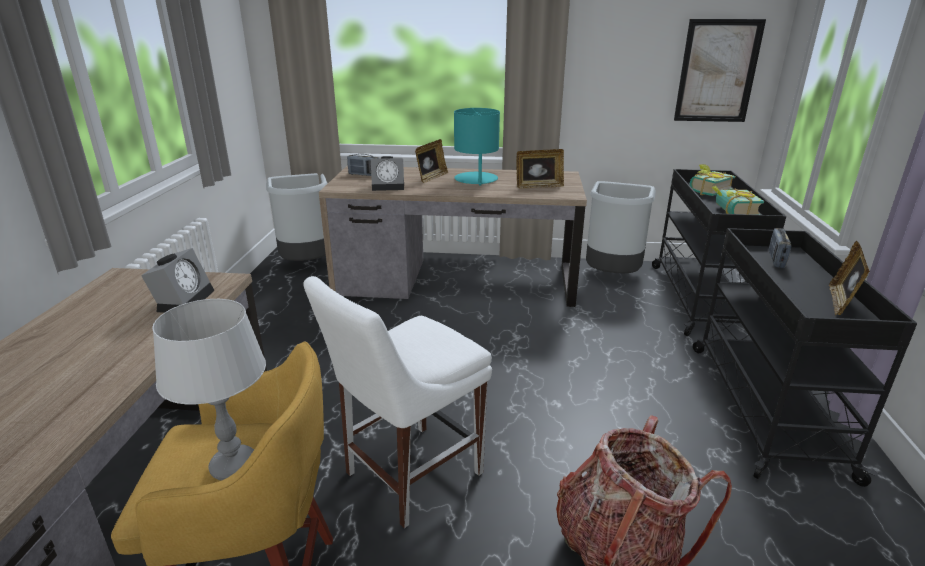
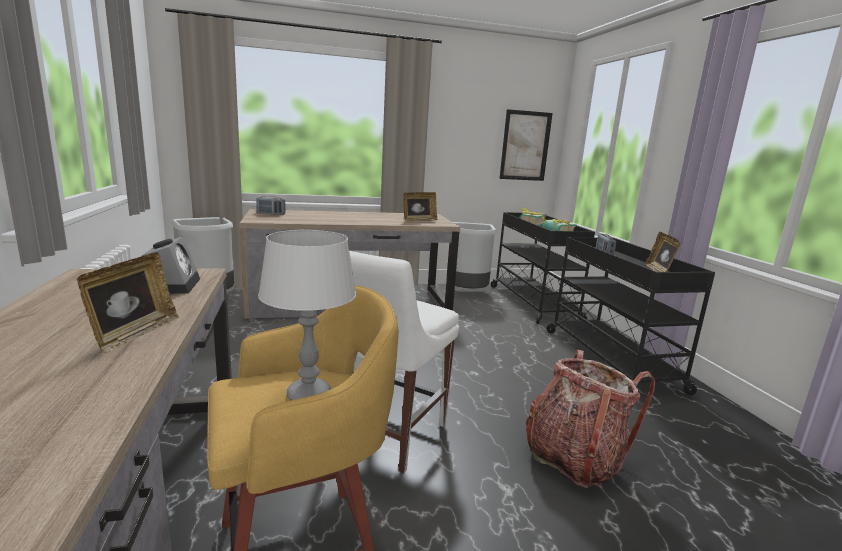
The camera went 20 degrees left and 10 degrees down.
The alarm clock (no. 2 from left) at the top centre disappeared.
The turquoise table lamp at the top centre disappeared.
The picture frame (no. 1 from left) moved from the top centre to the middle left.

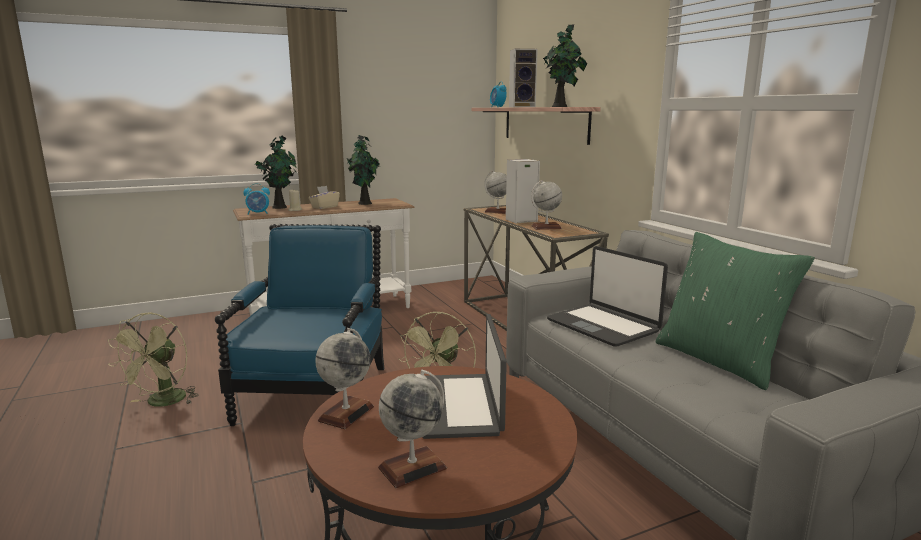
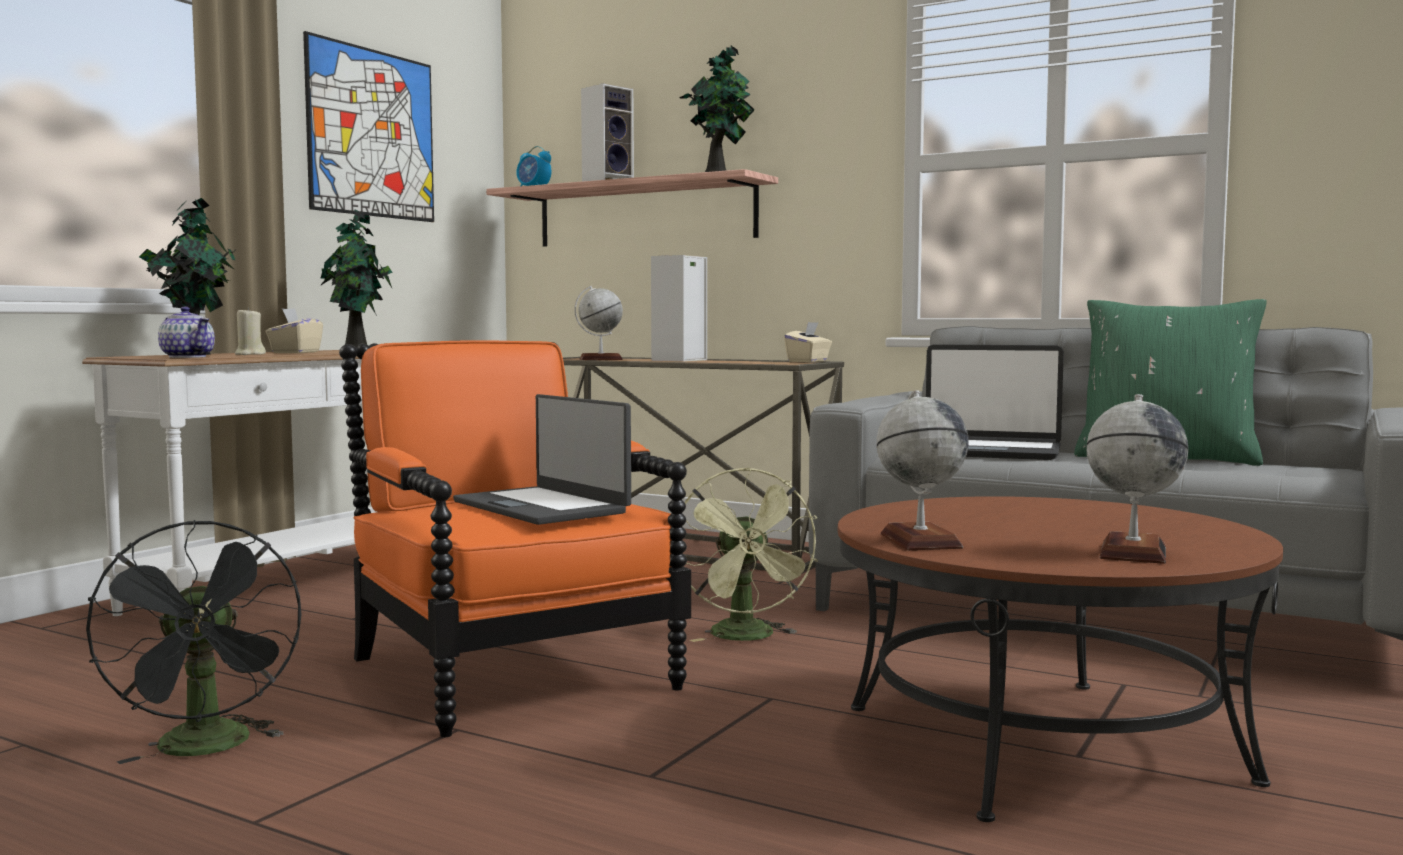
The camera went 35 degrees left and 10 degrees down.
The globe (no. 4 from left) at the centre disappeared.
The picture at the top left appeared.
The beige tissue box (no. 2 from left) at the centre appeared.
The laptop (no. 1 from left) moved from the bottom centre to the centre.
The alarm clock (no. 1 from left) at the middle left was replaced by the teapot at the middle left.
The green fan (no. 1 from left) at the middle left became the black fan at the bottom left.
The blue armchair at the middle left became the orange armchair at the centre.

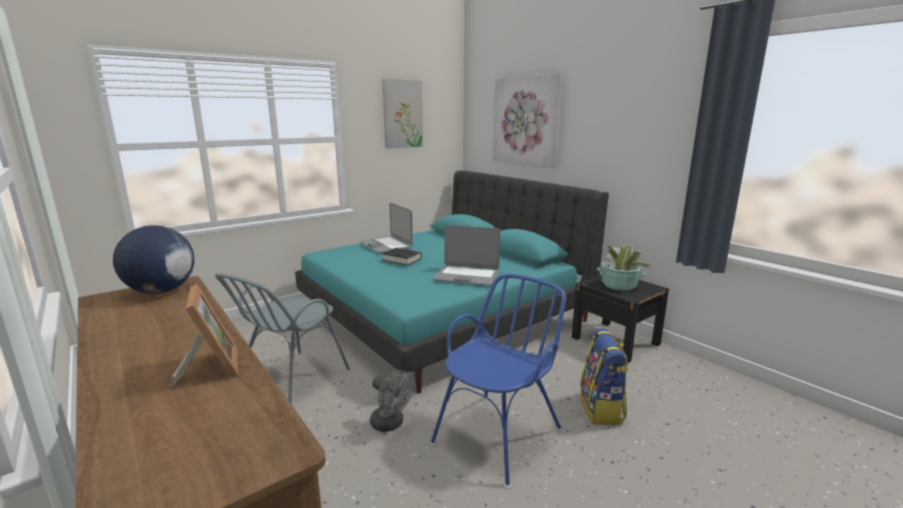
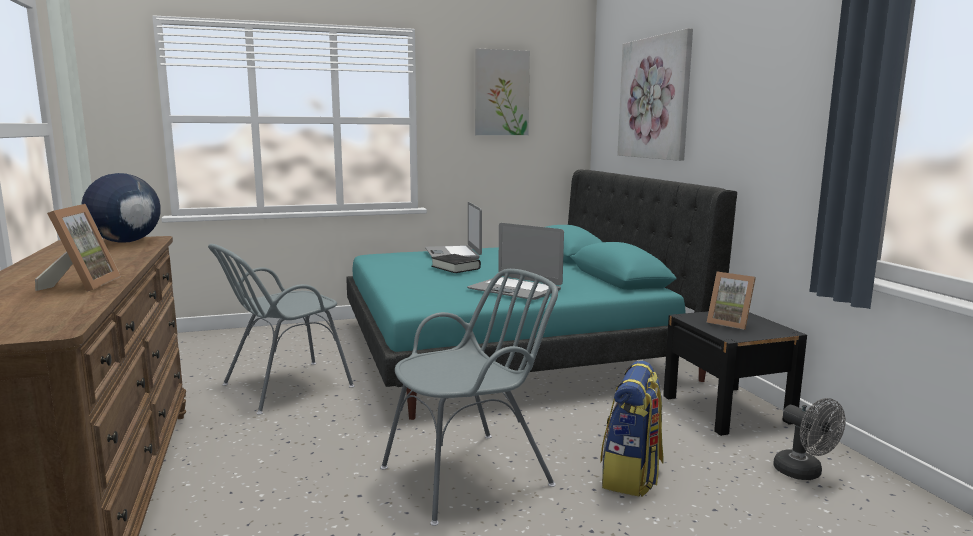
The camera went 20 degrees right and 5 degrees down.
The grey fan moved from the bottom centre to the bottom right.
The potted plant at the middle right was replaced by the picture frame (no. 2 from left) at the middle right.
The blue chair at the bottom centre became the grey chair (no. 2 from left) at the bottom centre.

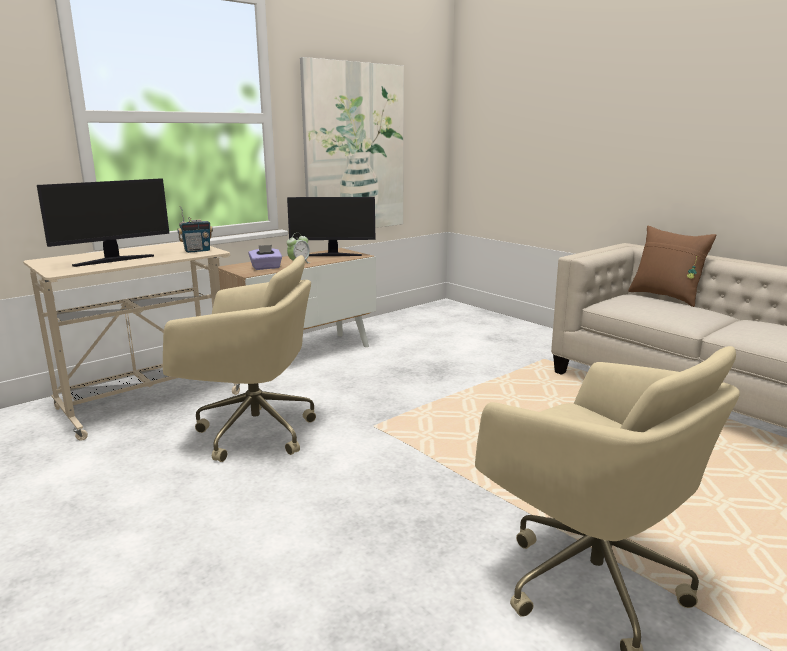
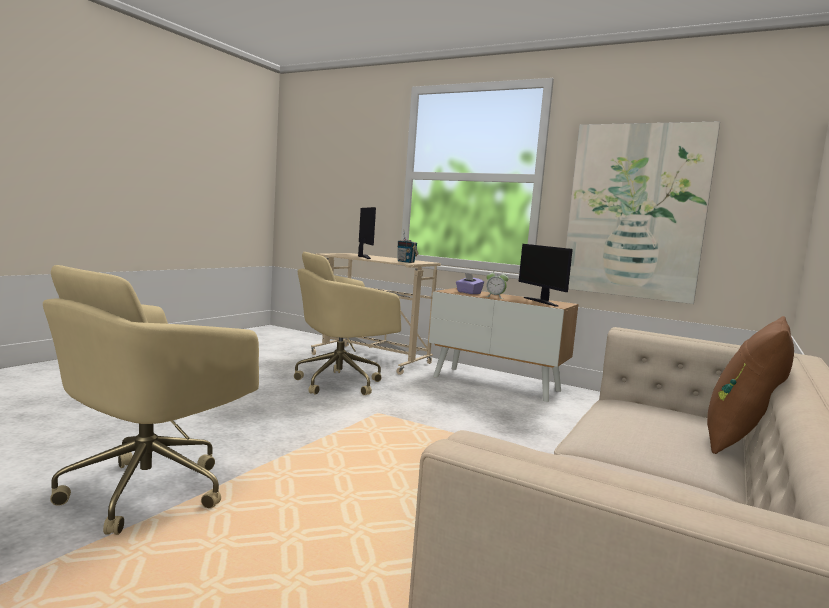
The camera went 70 degrees right and 10 degrees down.
The monitor (no. 1 from left) at the middle left turned 135 degrees counterclockwise.
The beige office chair (no. 1 from left in the first image) at the middle left turned 75 degrees clockwise.

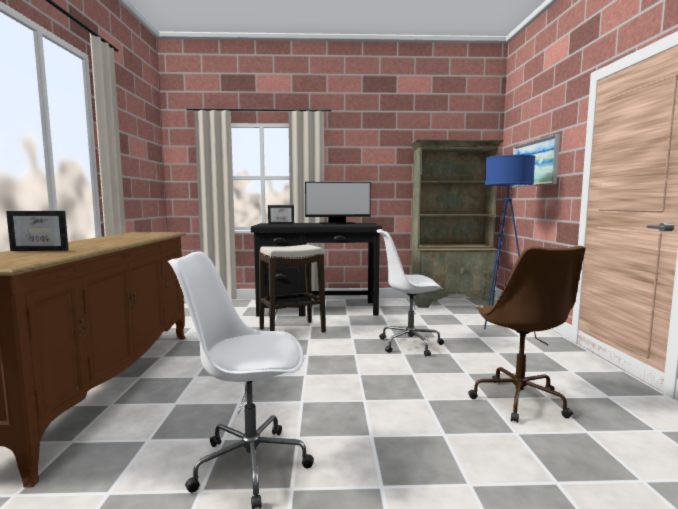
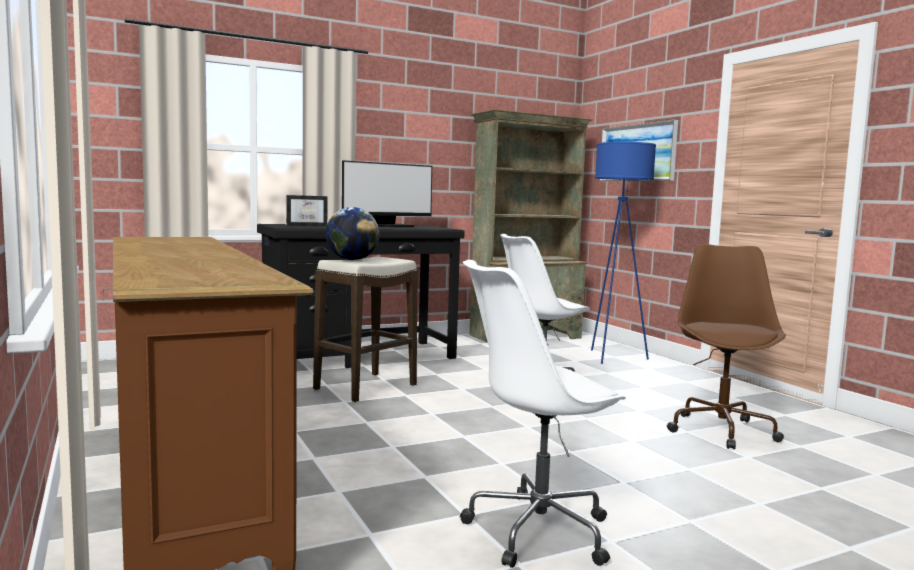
The camera went 25 degrees left and 0 degrees up.
The picture frame (no. 1 from left) at the middle left disappeared.
The globe at the centre appeared.
The brown office chair at the middle right turned 135 degrees counterclockwise.

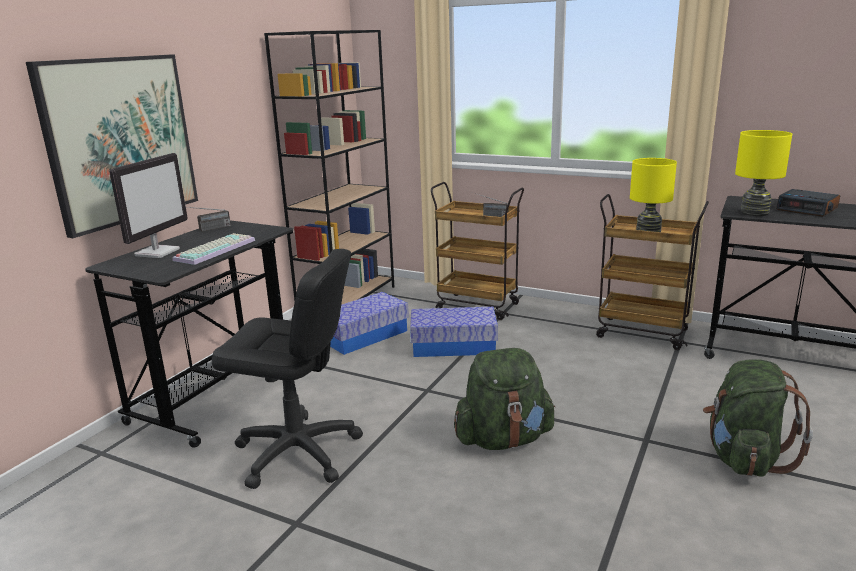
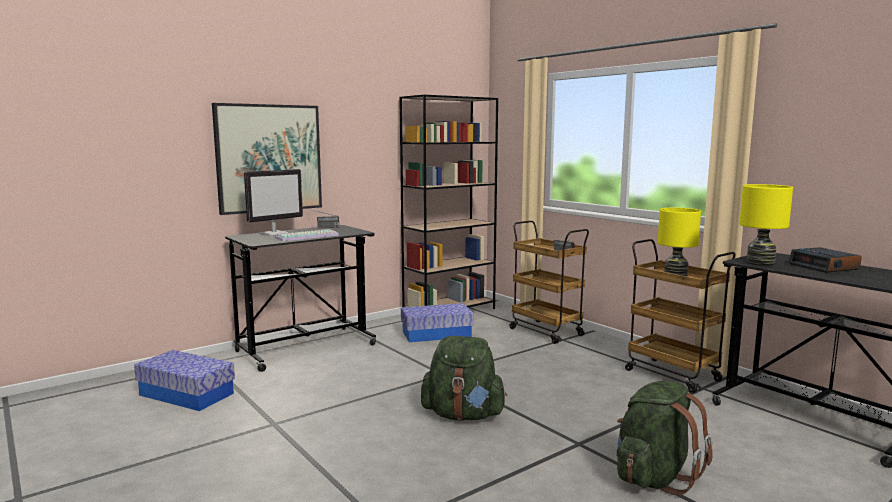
The camera went 25 degrees right and 10 degrees down.
The black office chair at the centre disappeared.
The storage box (no. 2 from left in the first image) moved from the centre to the bottom left.

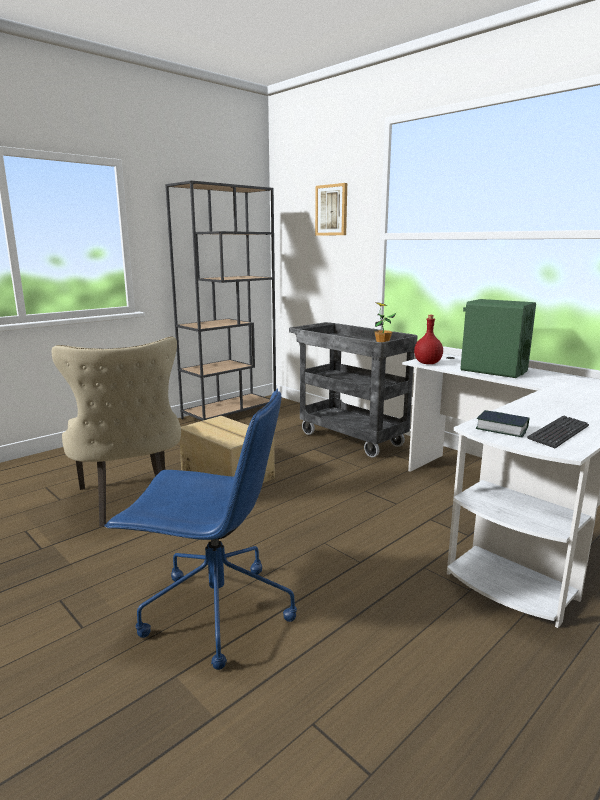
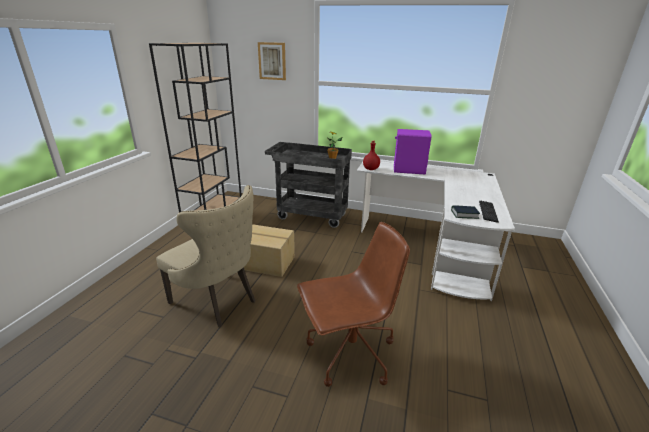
The camera went 30 degrees left and 10 degrees up.
The blue office chair at the centre became the brown office chair at the bottom centre.
The green speaker at the middle right became the purple speaker at the centre.

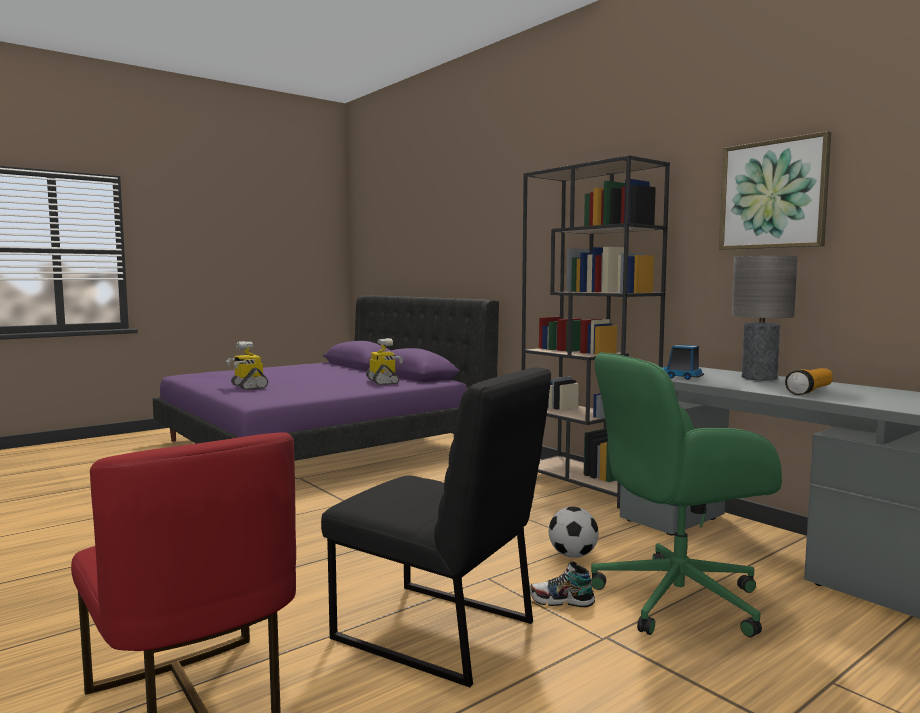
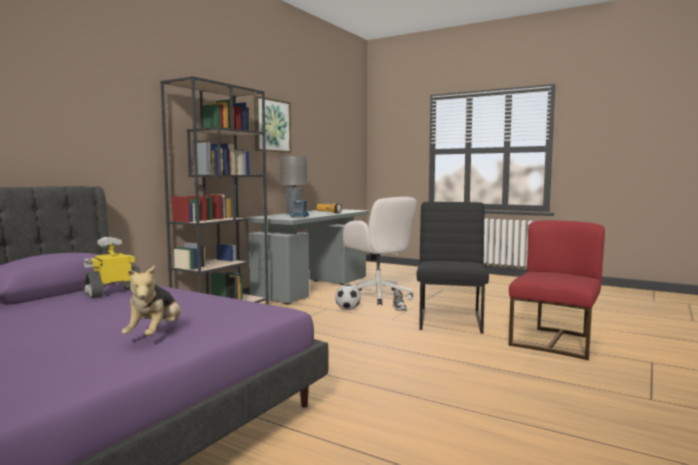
The camera went 110 degrees left and 0 degrees up.
The toy robot (no. 1 from left) at the middle left was replaced by the plush toy at the middle left.
The green office chair at the bottom right became the white office chair at the centre.

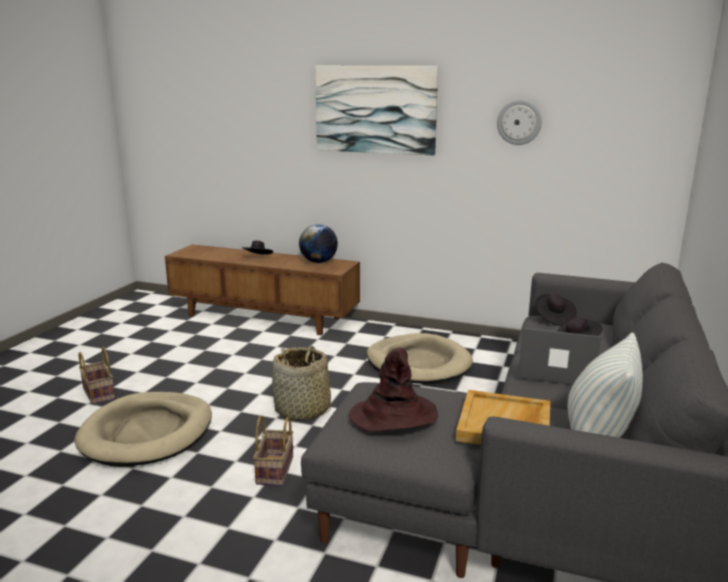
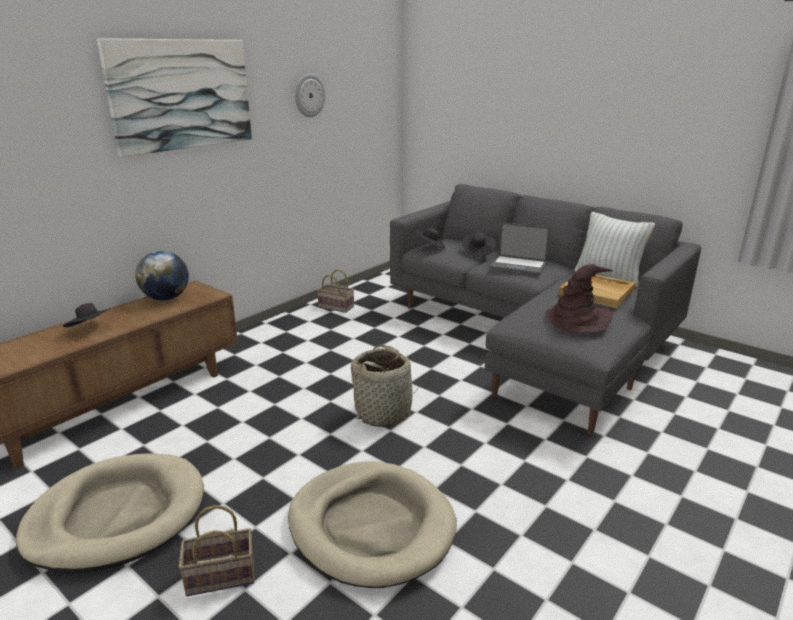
The camera went 70 degrees left and 5 degrees up.
The basket (no. 2 from left) moved from the bottom centre to the centre.
The beige dog bed (no. 2 from left in the first image) moved from the centre to the bottom left.
The laptop at the middle right turned 105 degrees counterclockwise.

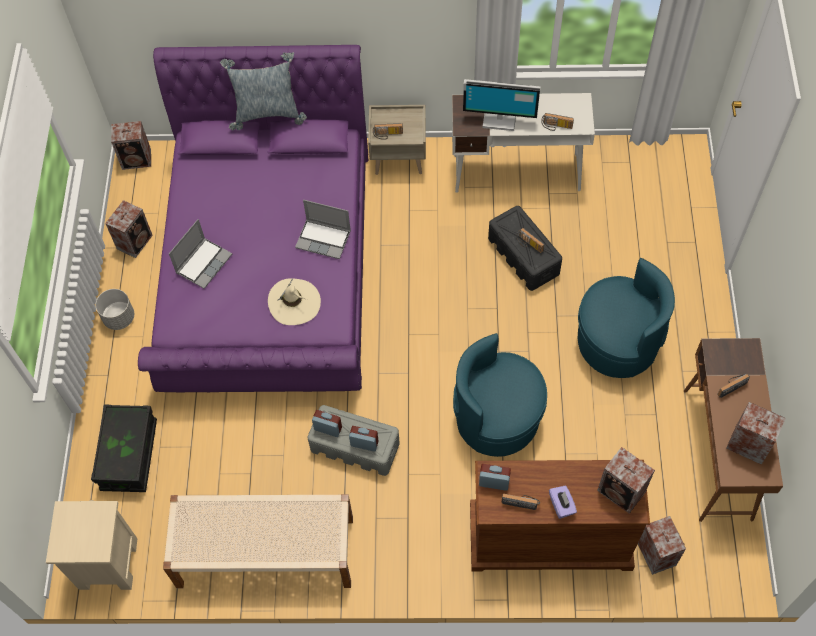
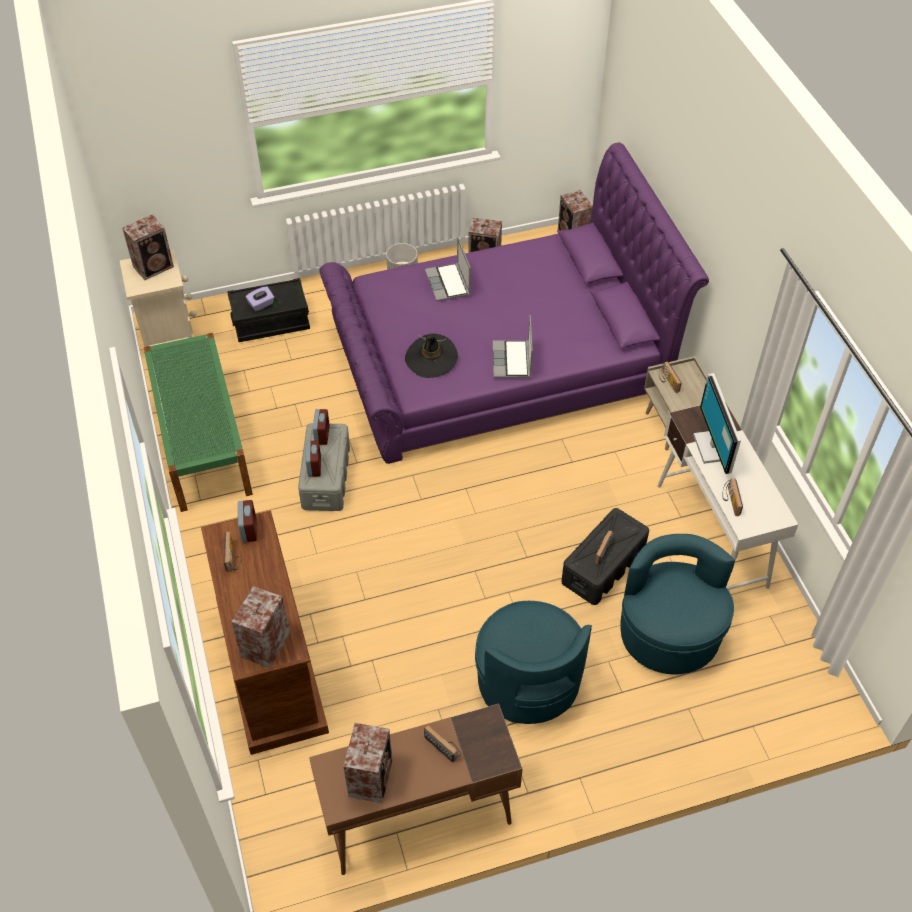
The camera went 70 degrees right and 10 degrees down.
The pillow at the top left disappeared.
The turquoise armchair (no. 1 from left in the first image) moved from the centre to the middle right.
The purple tissue box moved from the bottom right to the top left.
The speaker (no. 4 from left in the first image) moved from the bottom right to the top left.
The beige bench at the bottom left became the green bench at the middle left.
The beige hat at the centre became the black hat at the centre.
The laptop (no. 1 from left) at the middle left turned 60 degrees clockwise.

